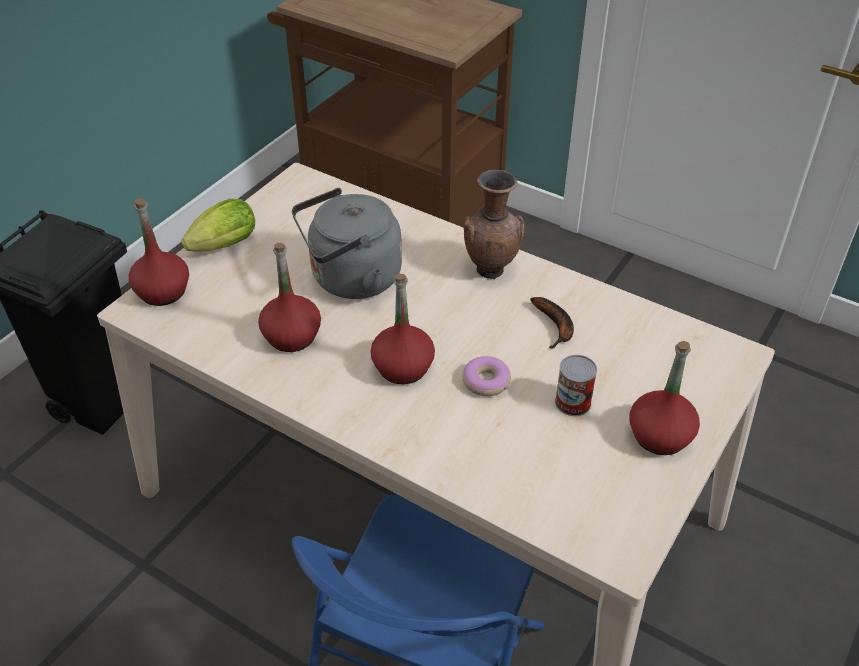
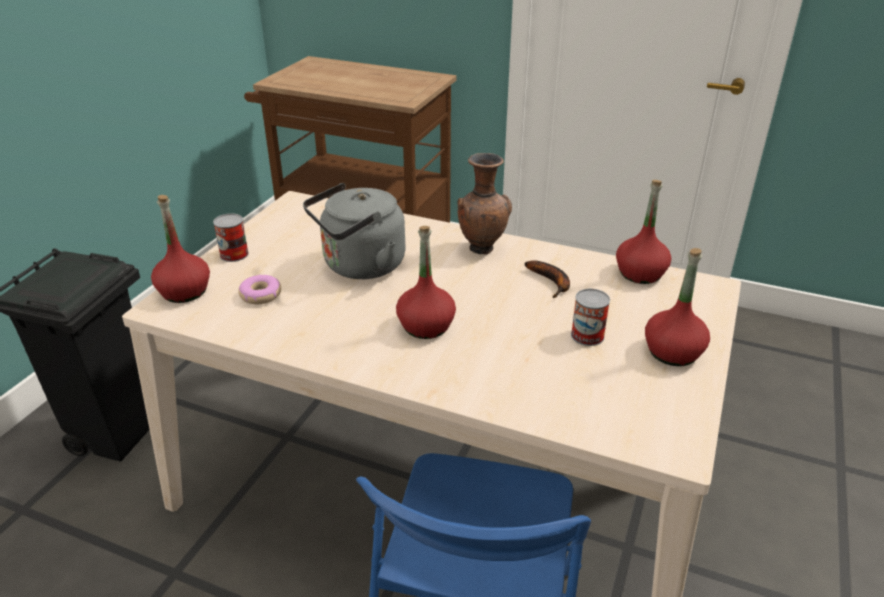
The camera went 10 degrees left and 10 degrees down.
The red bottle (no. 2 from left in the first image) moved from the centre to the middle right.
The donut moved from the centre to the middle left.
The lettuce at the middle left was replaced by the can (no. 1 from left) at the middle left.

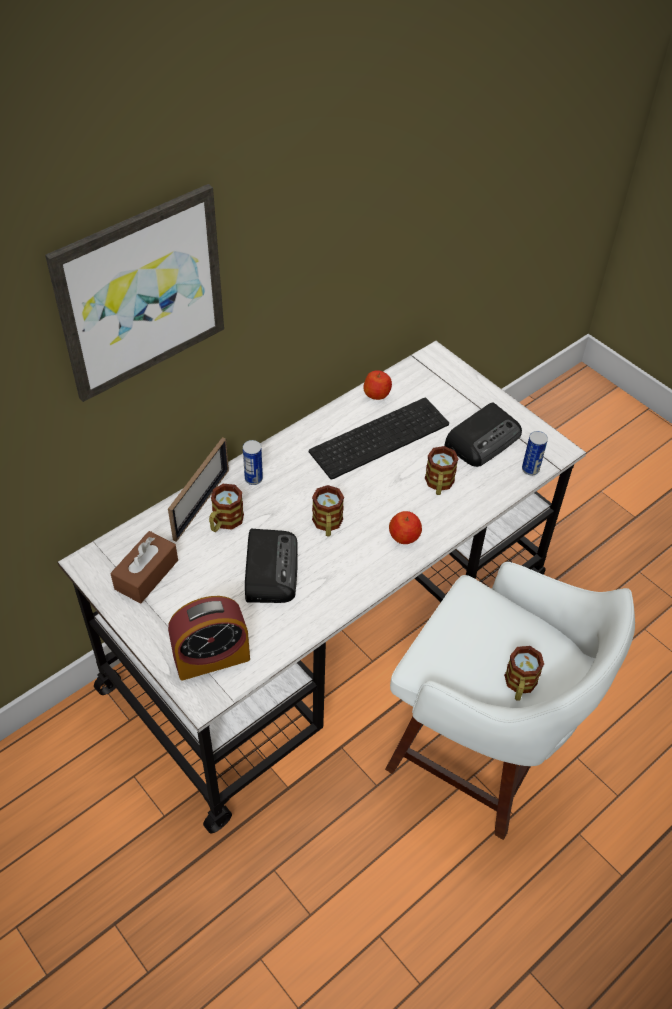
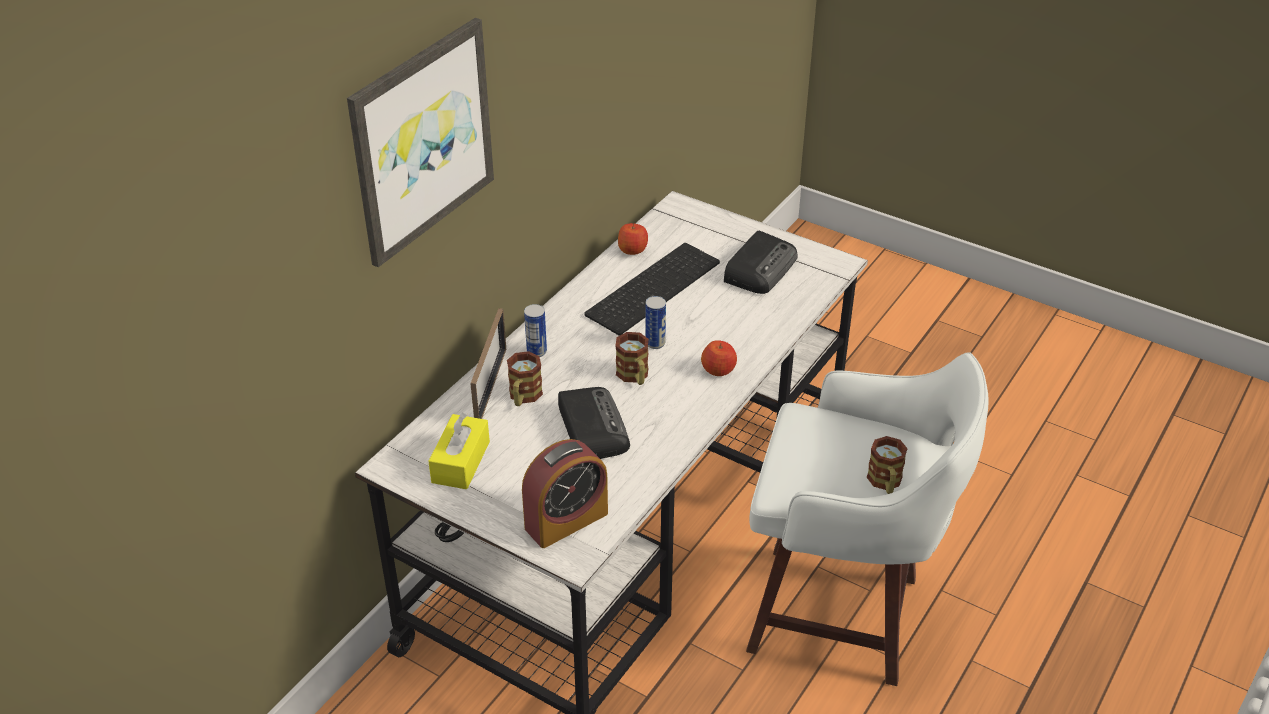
The camera went 15 degrees left and 10 degrees down.
The mug (no. 3 from left) at the centre disappeared.
The can (no. 2 from left) moved from the middle right to the centre.
The brown tissue box at the middle left became the yellow tissue box at the centre.

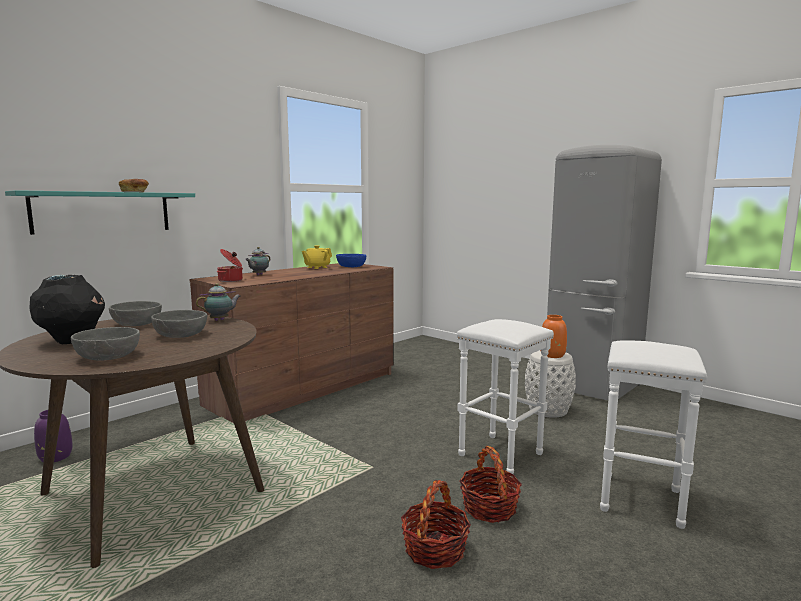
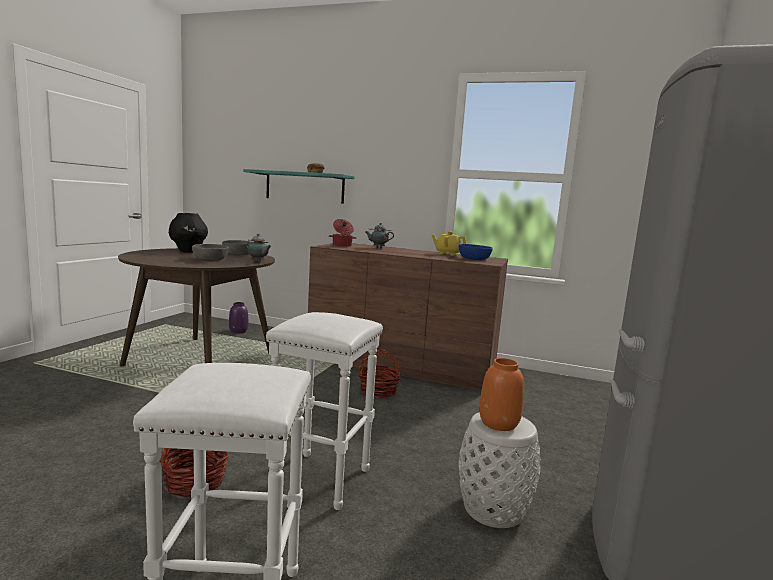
The camera went 65 degrees right and 0 degrees up.
The grey bowl (no. 1 from left) at the middle left disappeared.
The basket (no. 1 from left in the first image) moved from the bottom centre to the centre.

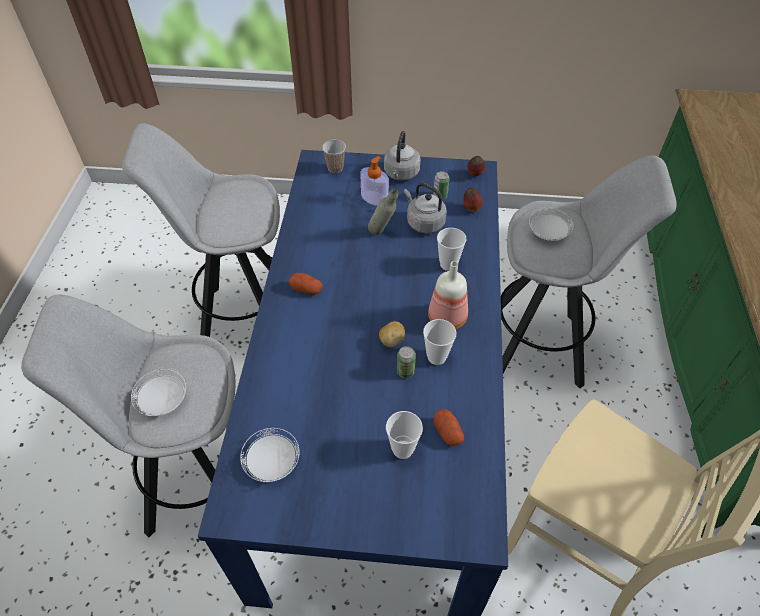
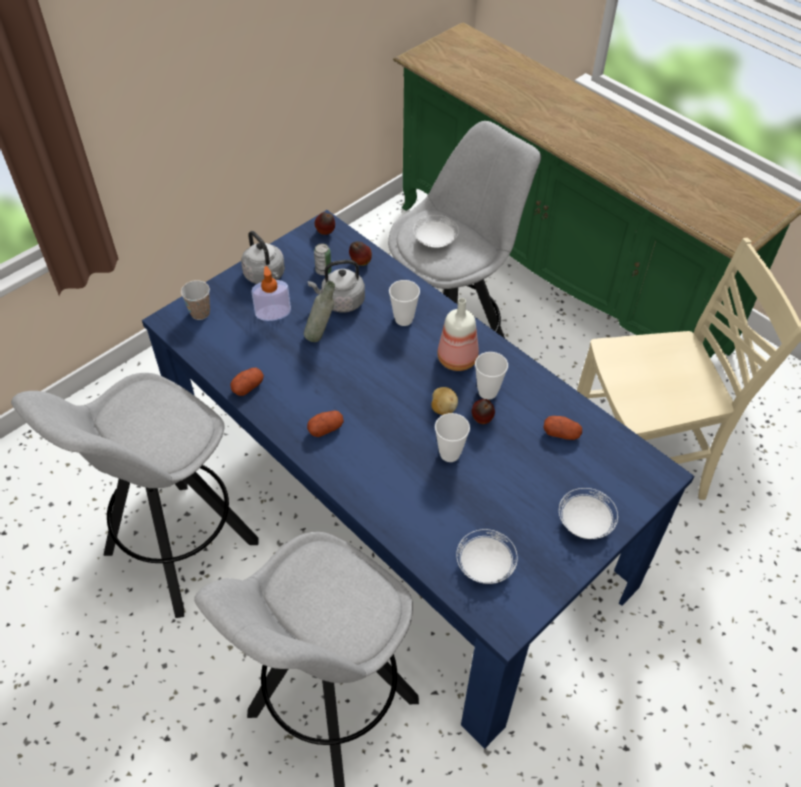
The camera went 50 degrees left and 0 degrees up.
The potato (no. 1 from left) at the middle left appeared.
The white plate (no. 1 from left in the first image) moved from the middle left to the middle right.
The cup (no. 2 from left in the first image) moved from the bottom centre to the centre.
The can (no. 1 from left) at the centre was replaced by the apple (no. 3 from left) at the centre.

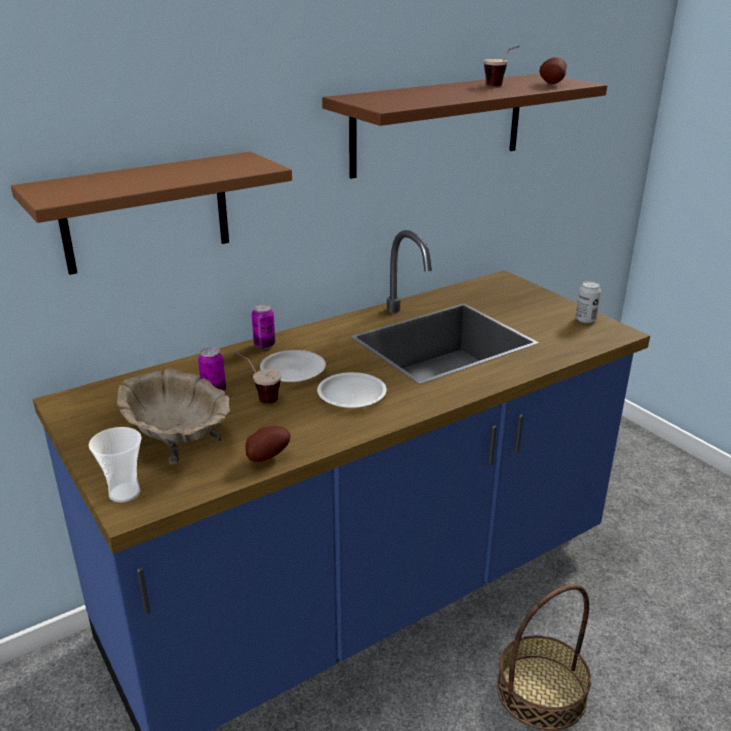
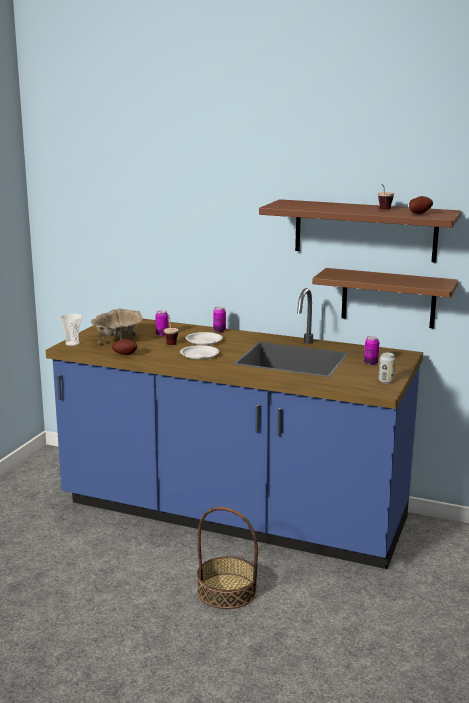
The camera went 55 degrees right and 10 degrees down.
The can (no. 3 from left) at the middle right appeared.
The brown shelf (no. 1 from left in the first image) moved from the top left to the middle right.

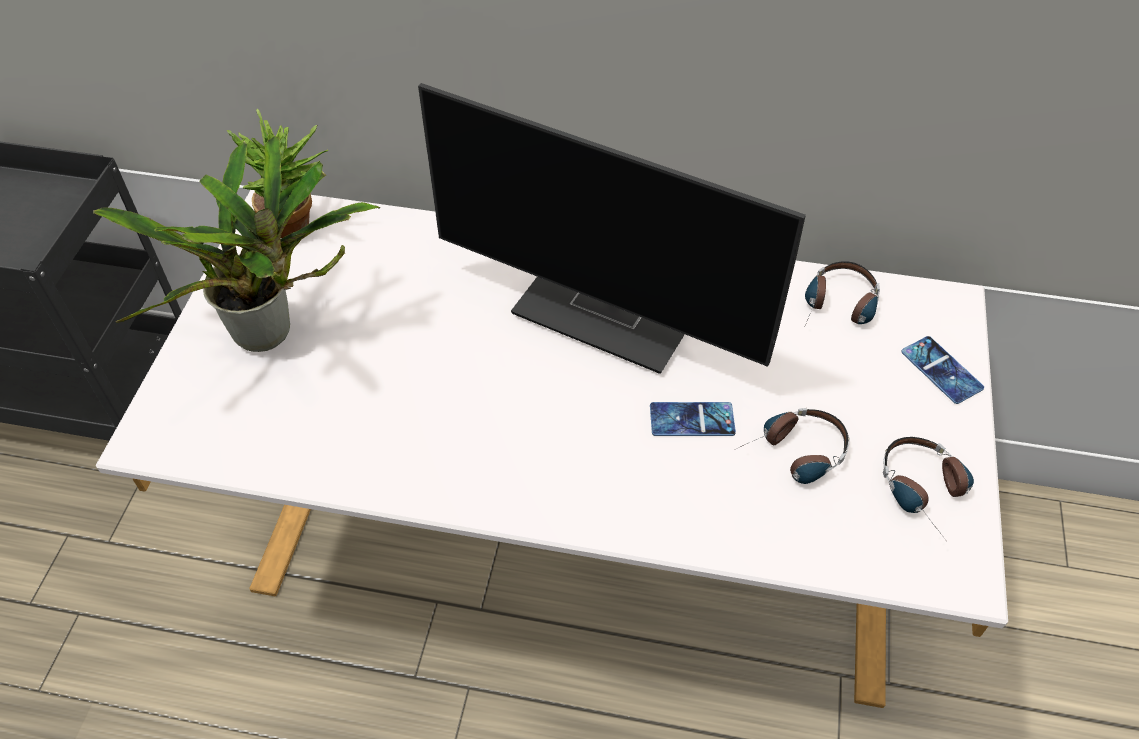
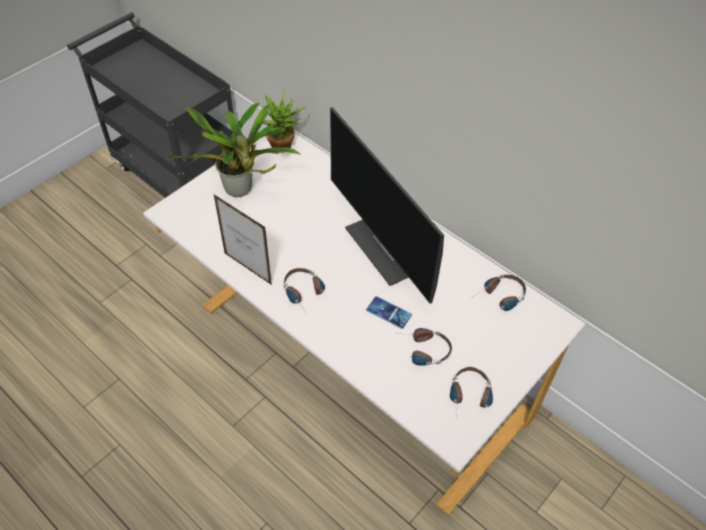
The camera went 30 degrees right and 0 degrees up.
The phone (no. 2 from left) at the middle right disappeared.
The picture frame at the centre appeared.
The headphones (no. 1 from left) at the centre appeared.

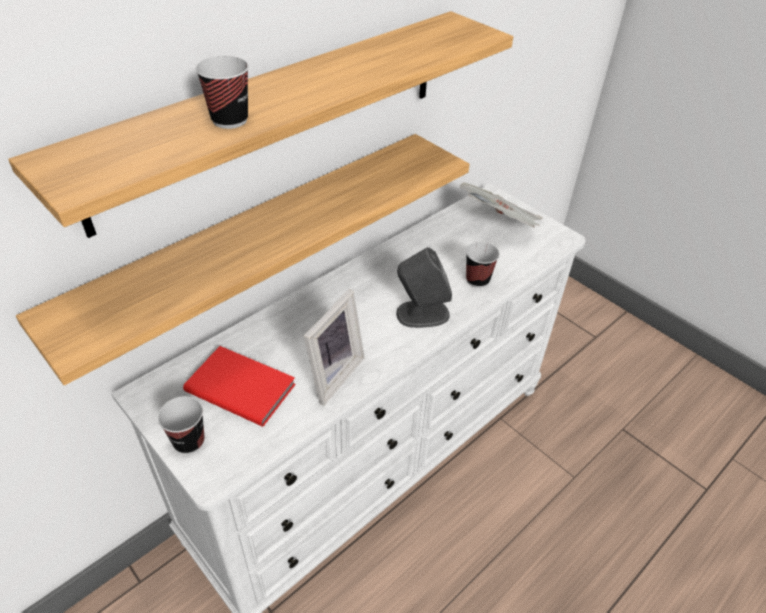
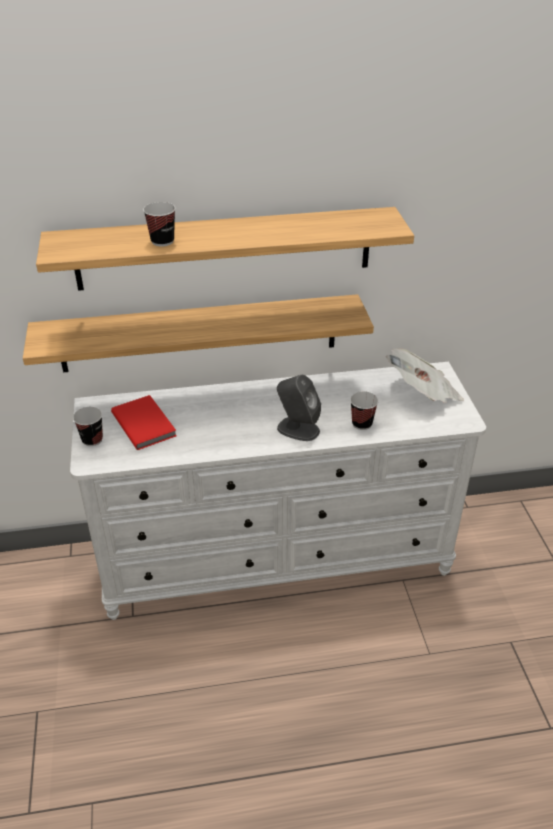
The camera went 35 degrees right and 5 degrees down.
The picture frame at the centre disappeared.

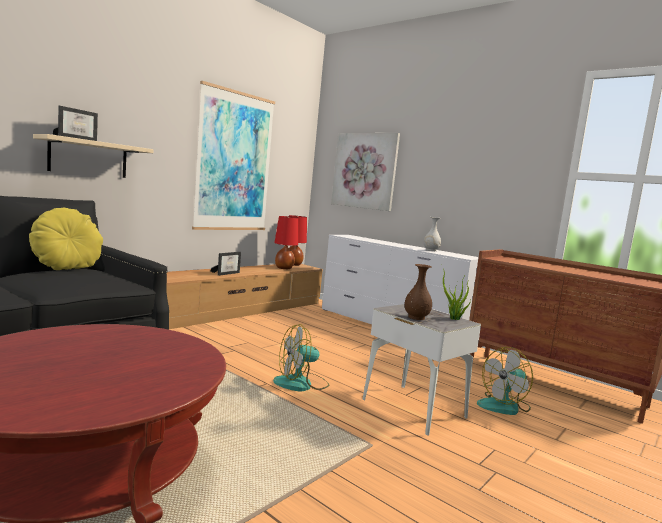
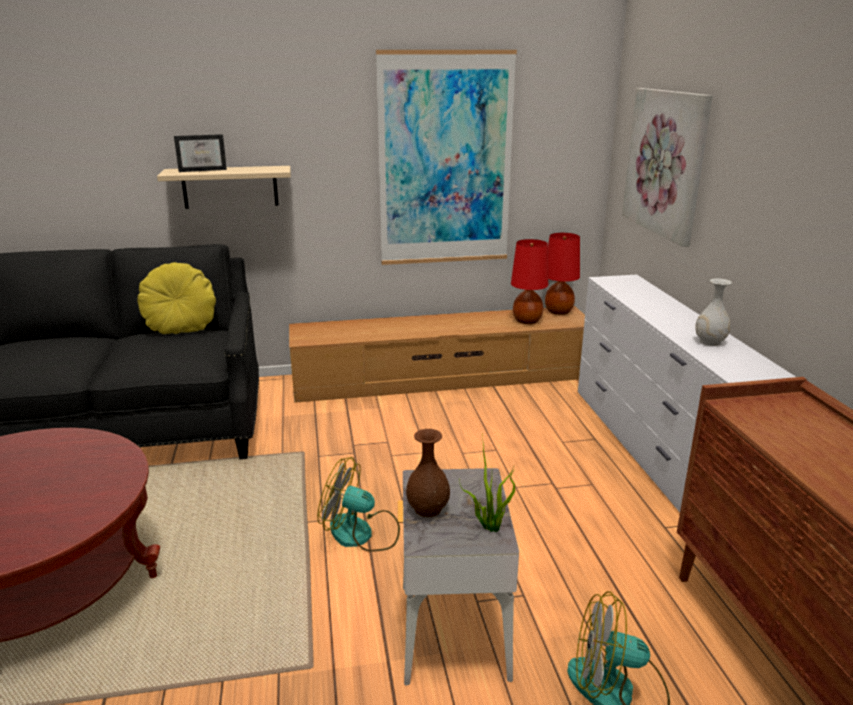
The camera went 40 degrees right and 15 degrees up.
The picture frame (no. 2 from left) at the centre disappeared.

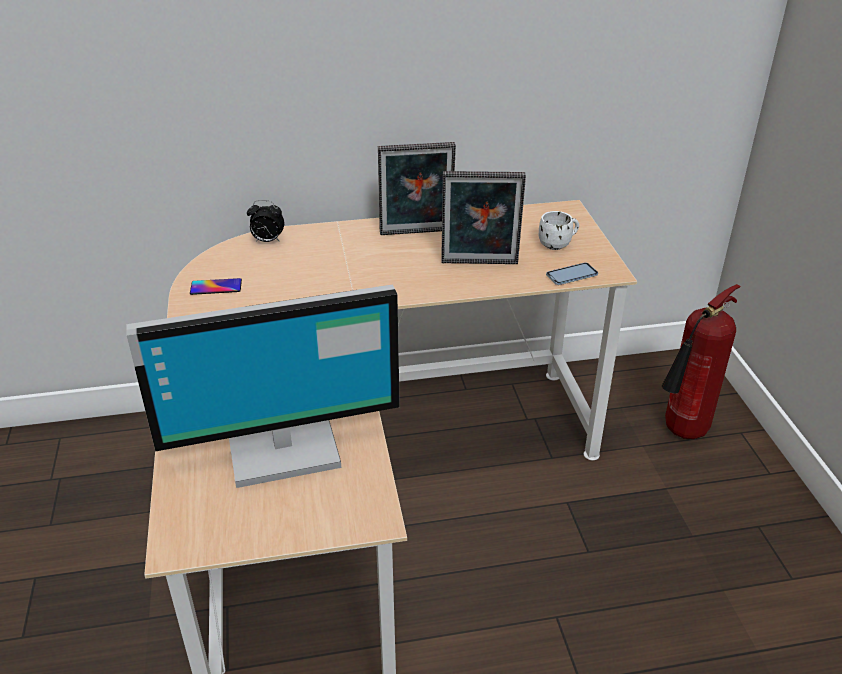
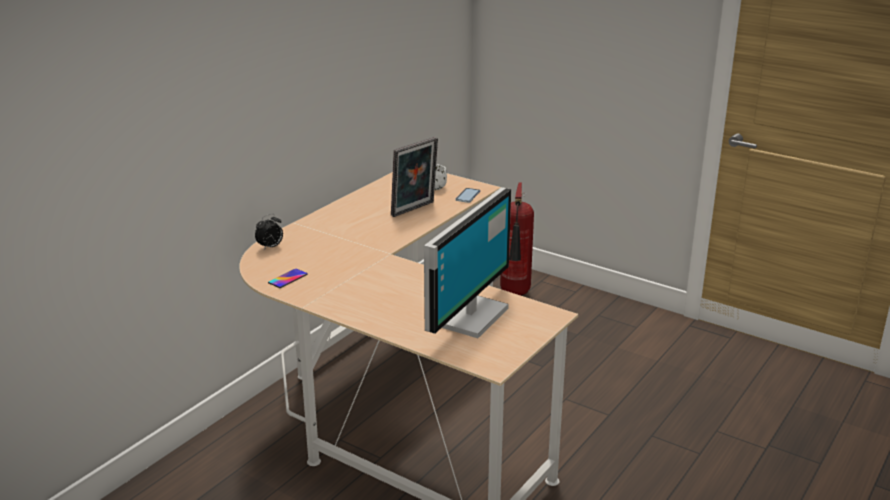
The camera went 45 degrees left and 10 degrees down.
The picture frame (no. 1 from left) at the top centre disappeared.

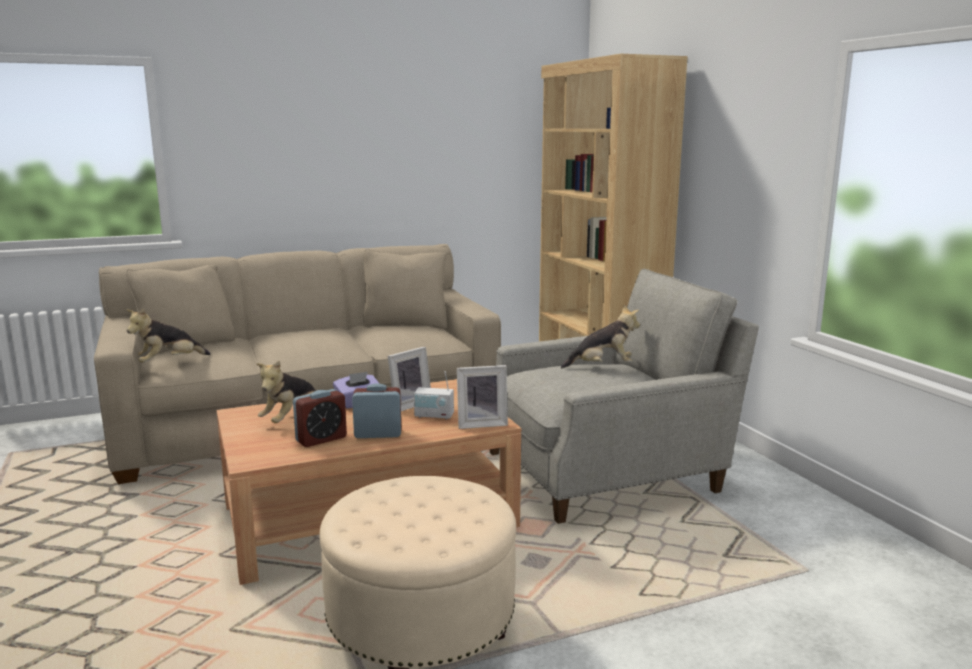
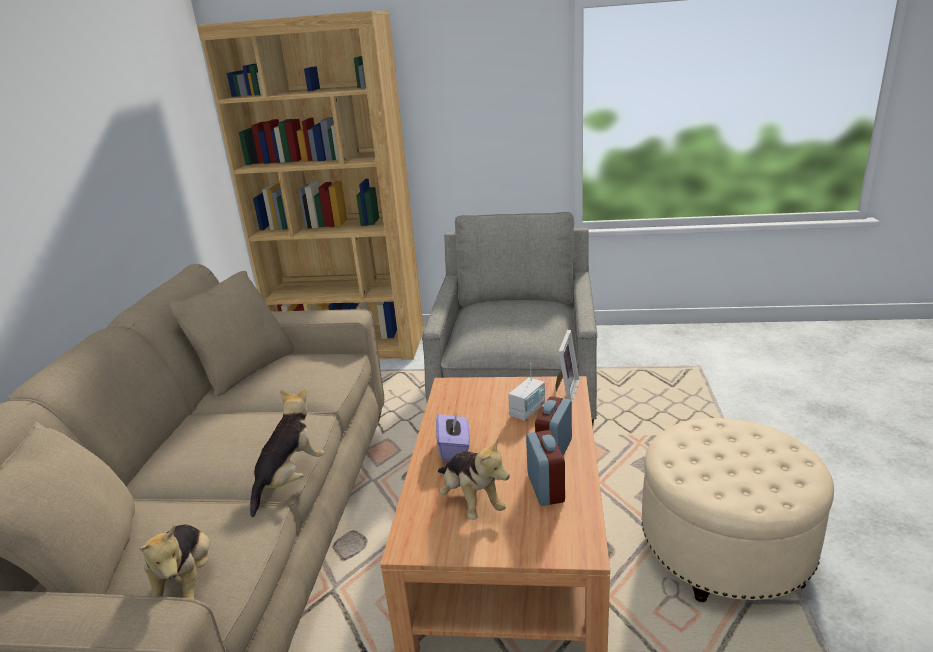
The camera went 60 degrees left and 10 degrees up.
The picture frame (no. 1 from left) at the centre disappeared.
The plush toy (no. 3 from left in the first image) moved from the centre to the bottom left.

